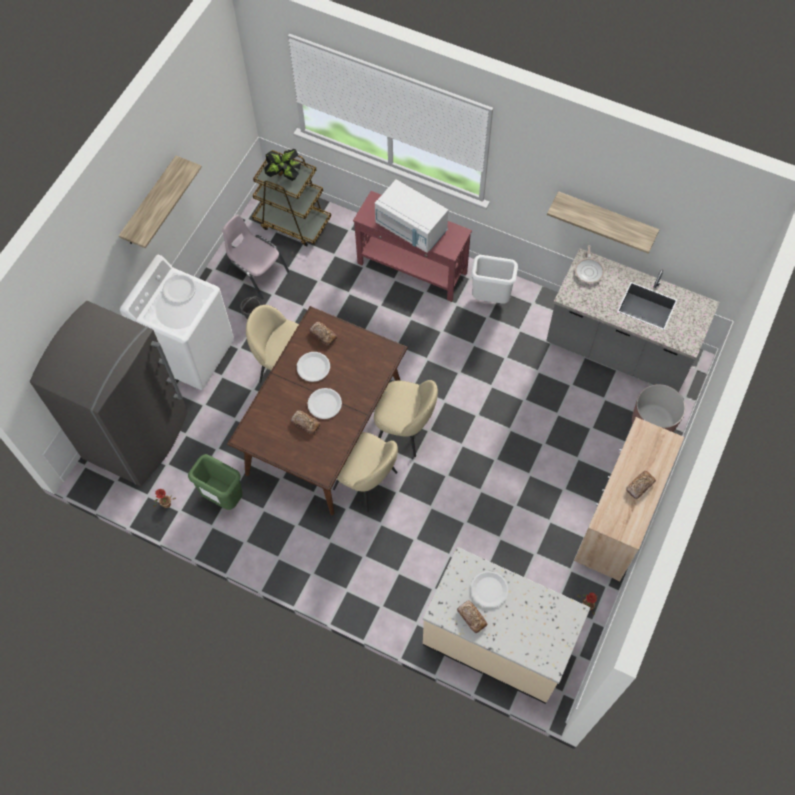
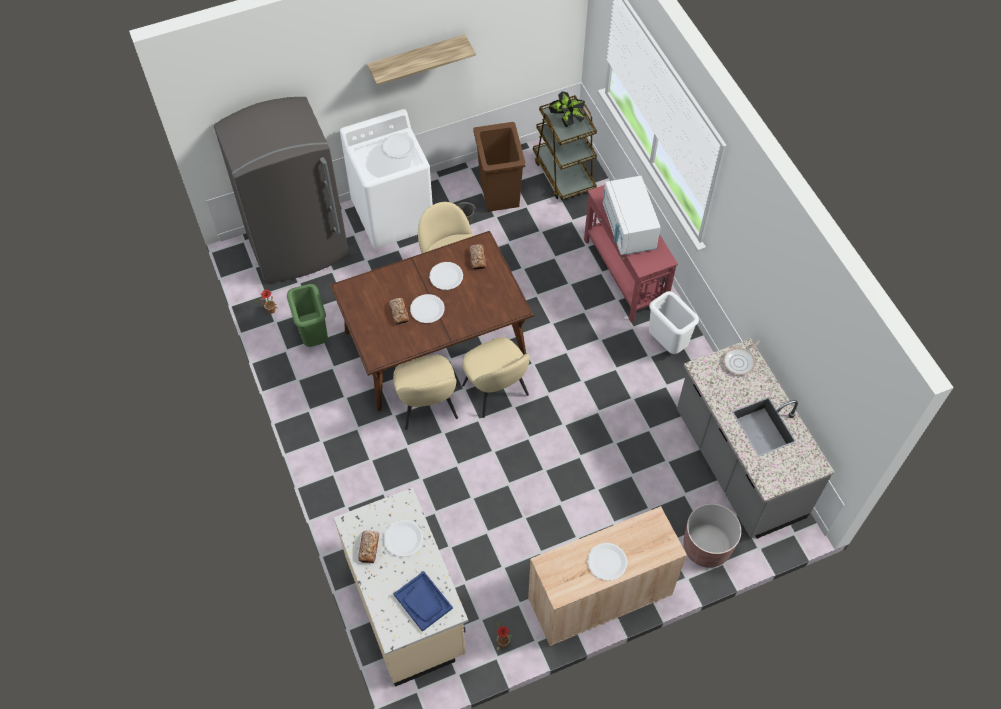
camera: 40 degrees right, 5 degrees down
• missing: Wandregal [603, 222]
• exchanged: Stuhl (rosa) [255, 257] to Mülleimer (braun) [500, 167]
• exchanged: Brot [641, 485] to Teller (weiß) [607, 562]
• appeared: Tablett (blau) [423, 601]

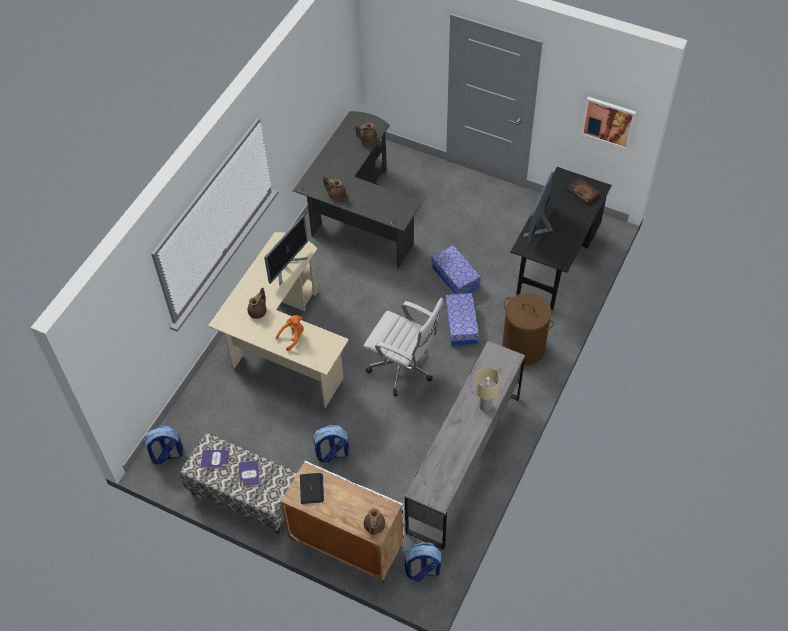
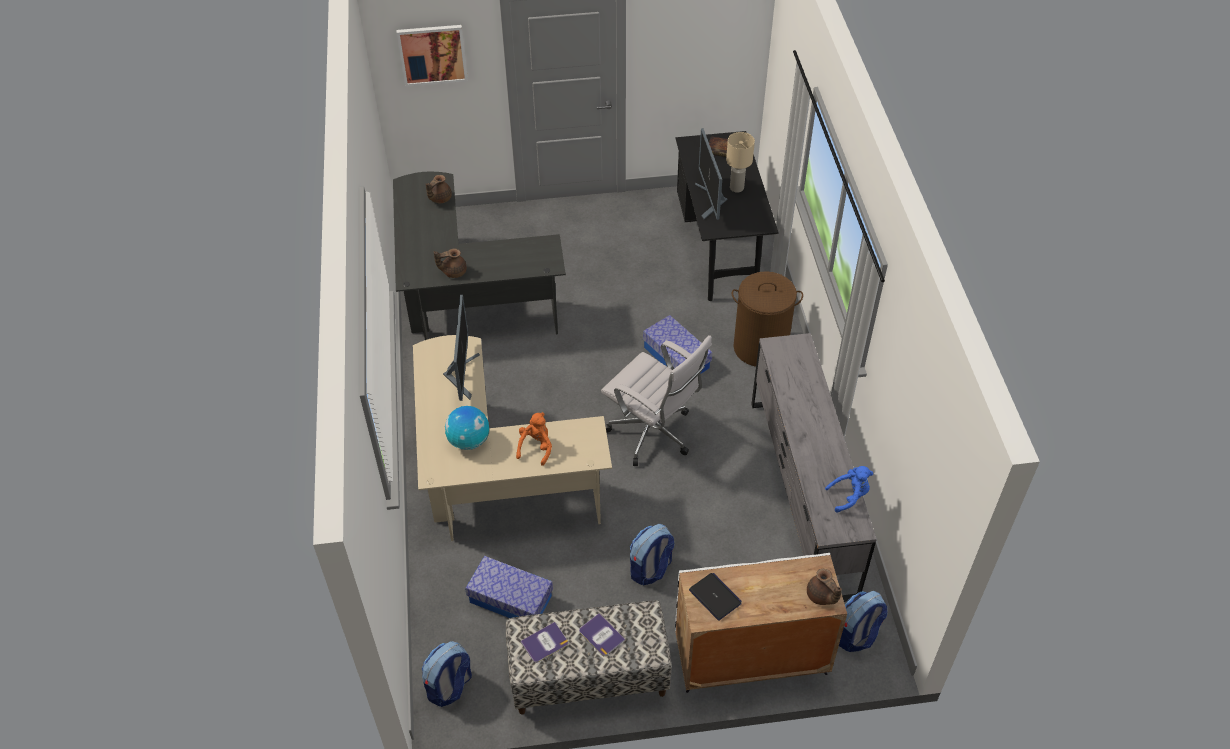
camera: 35 degrees left, 5 degrees down
• relocated: Bild [608, 123] to [432, 56]
• relocated: Aufbewahrungsbox [456, 269] to [509, 587]
• exchanged: Teekanne (braun) [257, 303] to Globus [467, 428]
• spun: Bürostuhl (weiß) [403, 347] = [656, 400] 45 degrees clockwise
• relocated: Tischlampe (beige) [487, 389] to [740, 162]
• appeared: Plüschtier (blau) [849, 489]

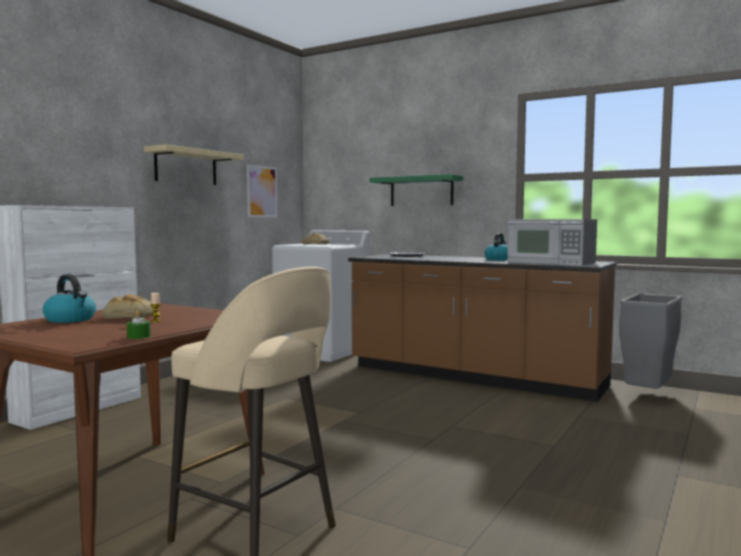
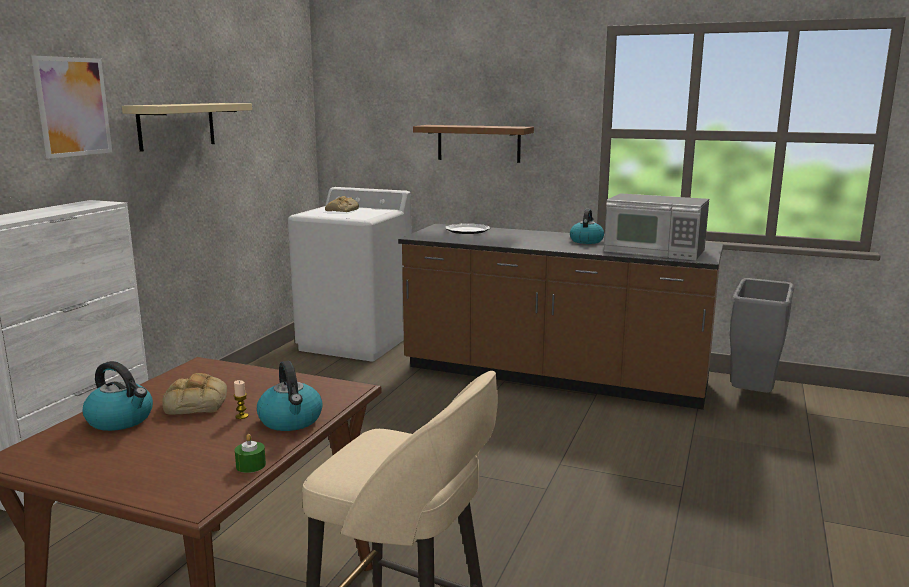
camera: 10 degrees left, 10 degrees up
• relocated: Bild [262, 190] to [72, 107]
• colour: Wandregal (grün) [416, 190] to Wandregal (braun) [473, 144]
• appeared: Wasserkessel [290, 396]

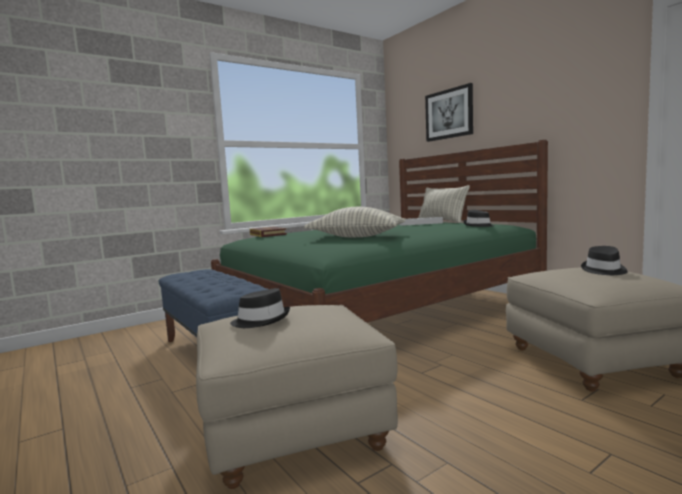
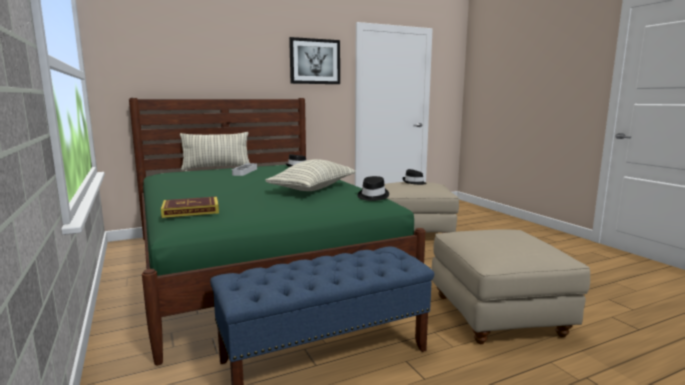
camera: 80 degrees left, 5 degrees up
• relocated: Bild [449, 112] to [314, 60]
• relocated: Hut (schwarz) [260, 308] to [373, 188]

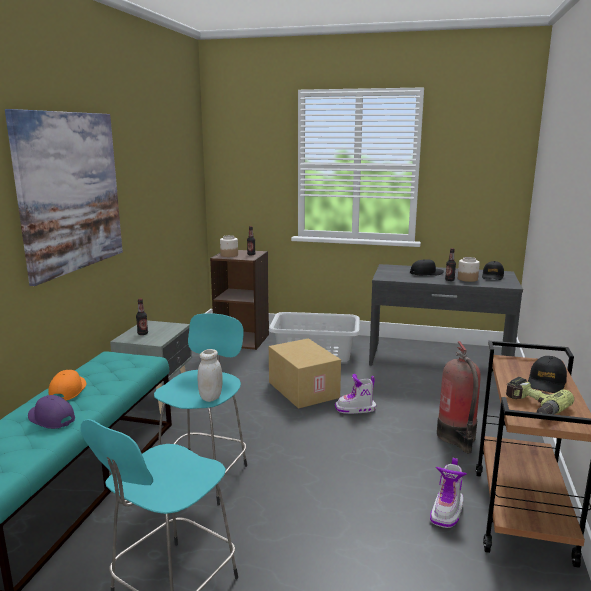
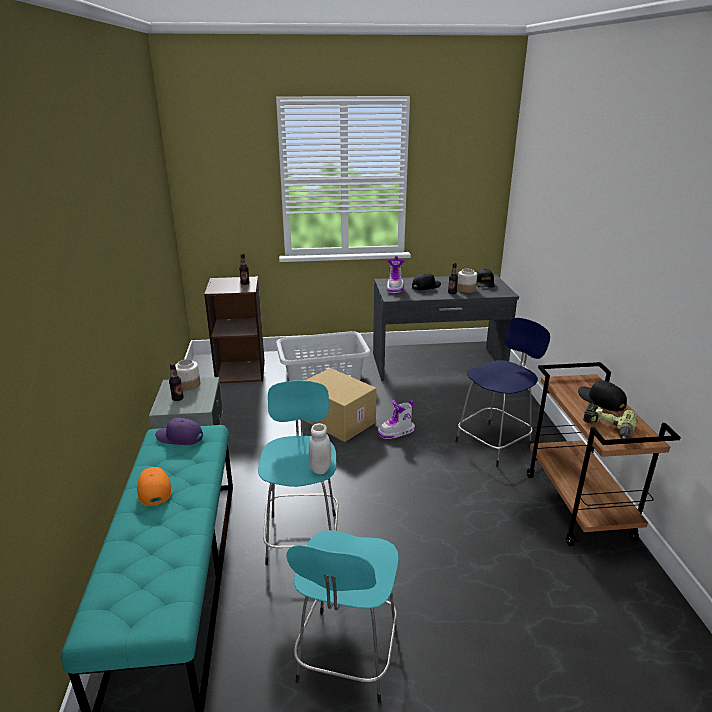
camera: 20 degrees left, 10 degrees up
• missing: Bild [64, 197]
• relocated: Vorratsglas [229, 246] to [187, 375]
• exchanged: Feuerlöscher [459, 397] to Hocker (blau) [502, 392]
• spun: Kappe (schwarz) [547, 374] = [602, 395] 135 degrees clockwise
• relocated: Kappe (lila) [51, 412] to [179, 431]
• relocated: Stiefel [448, 493] to [396, 274]

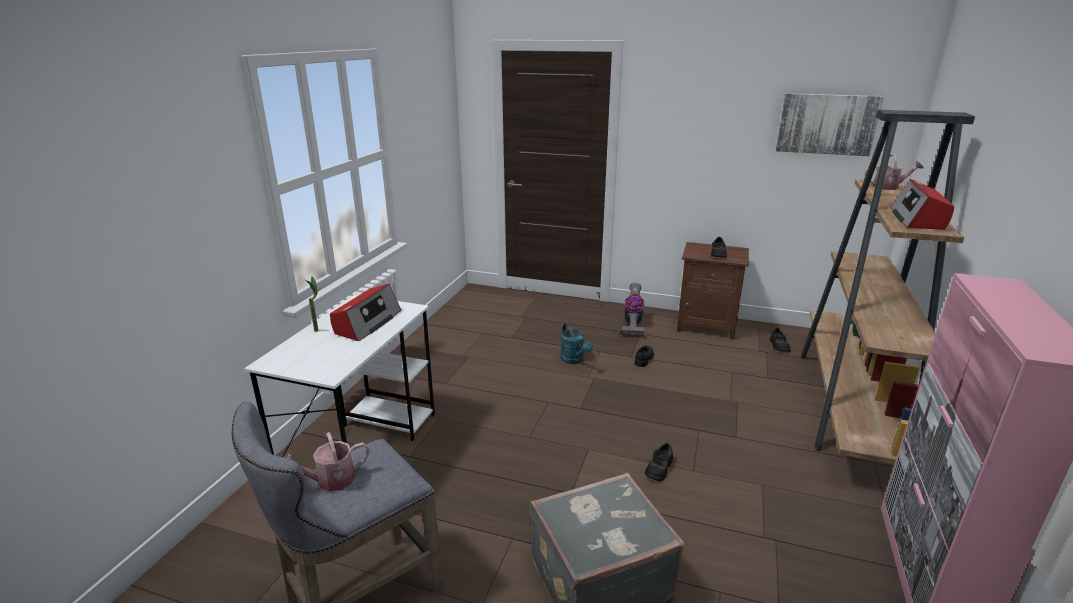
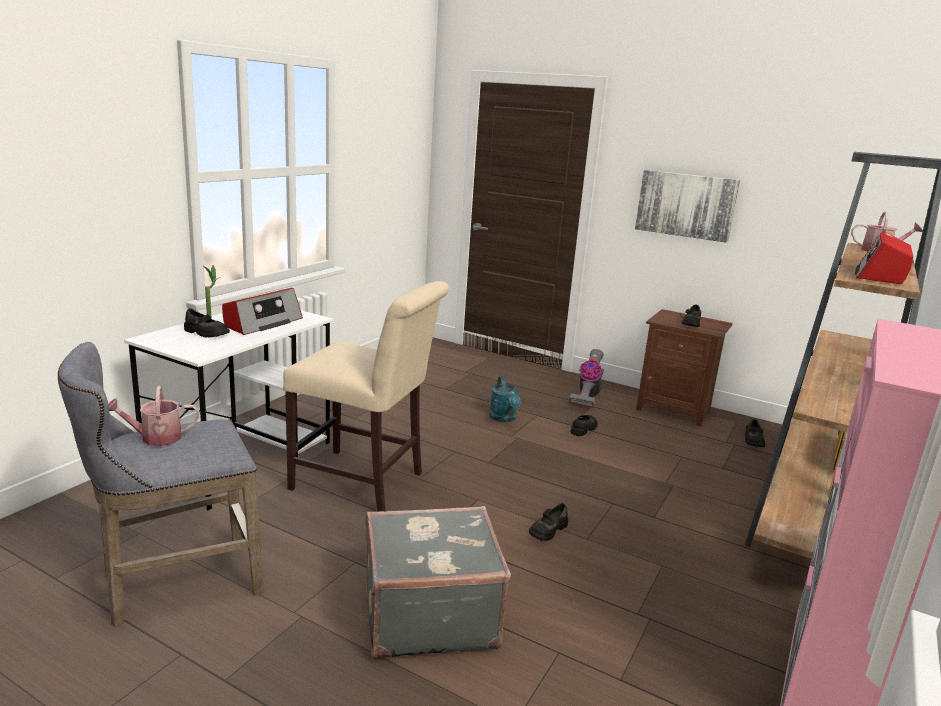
camera: 10 degrees right, 5 degrees down
• relocated: Bild [829, 124] to [687, 206]
• appeared: Stuhl (beige) [366, 396]
• appeared: Schuh (schwarz) [207, 323]

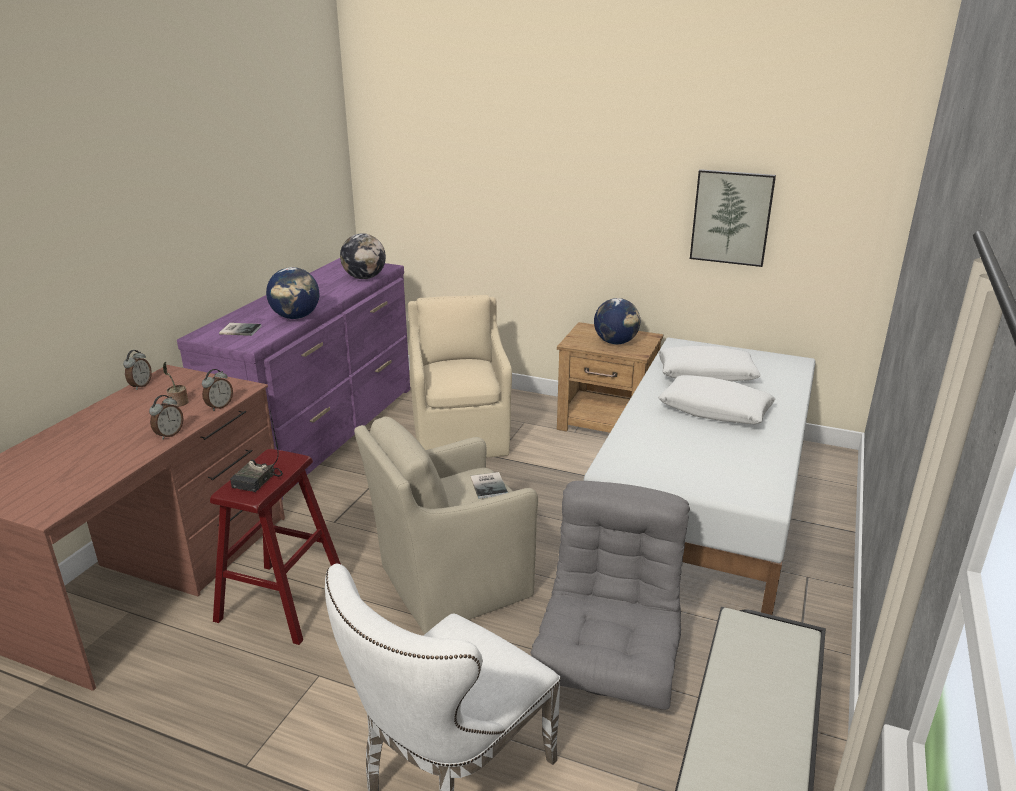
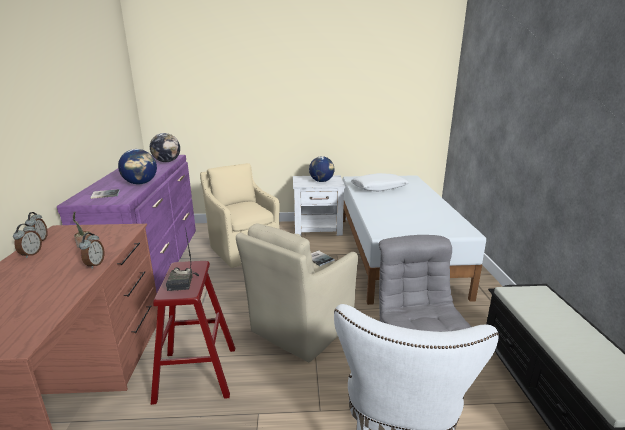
camera: 25 degrees left, 5 degrees down
• missing: Bild [733, 218]
• colour: Nachttisch (braun) [610, 377] to Nachttisch (weiß) [319, 205]
• relocated: Wecker [217, 390] to [27, 241]
• missing: Kissen (weiß) [717, 399]

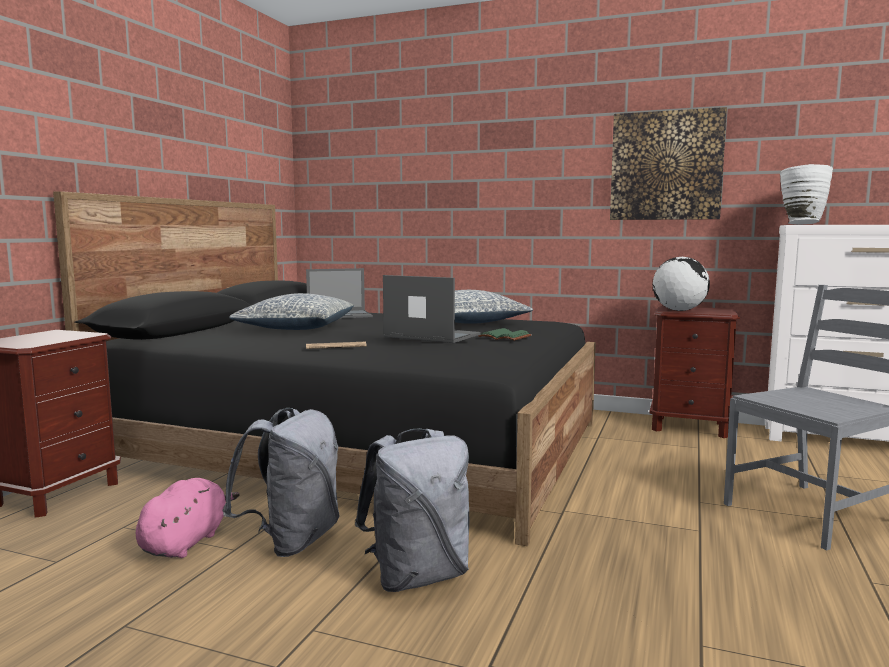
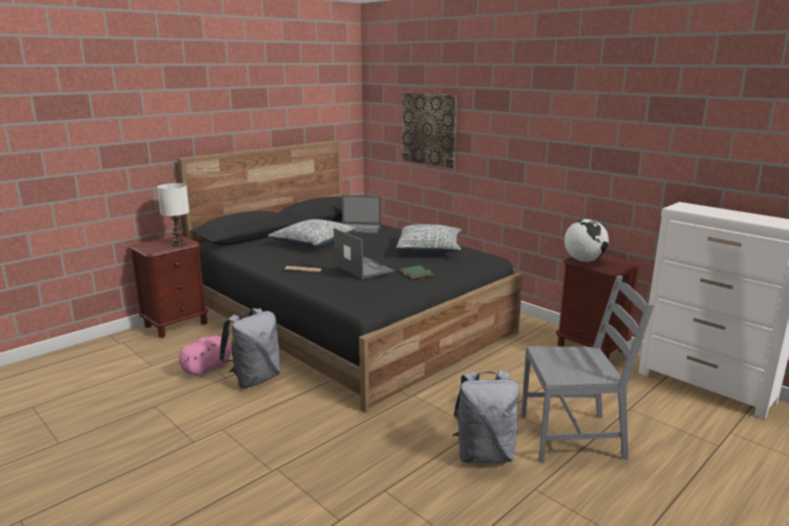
camera: 25 degrees right, 10 degrees up
• relocated: Bild [668, 163] to [429, 130]
• missing: Vase (weiß) [806, 194]
• relocated: Rucksack (grau) [412, 510] to [486, 416]
• appeared: Tischlampe (weiß) [173, 214]

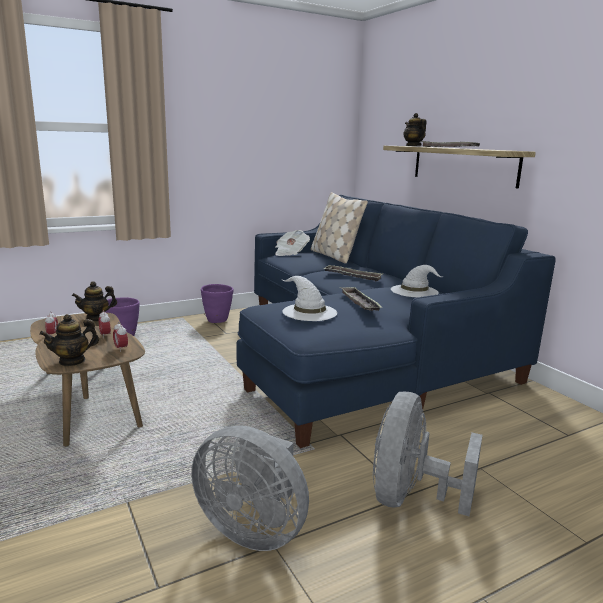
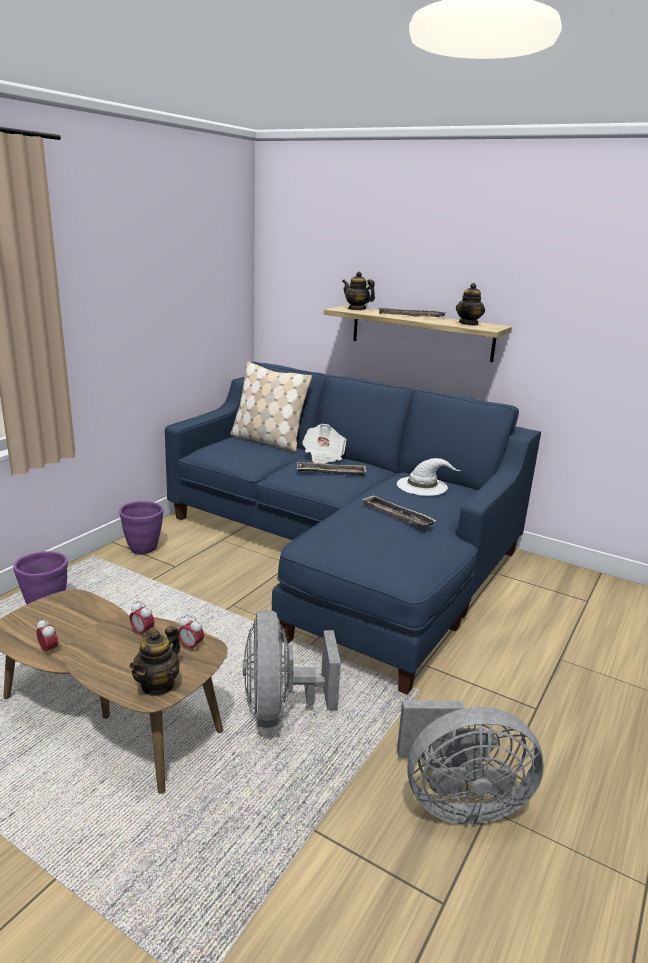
camera: 30 degrees left, 5 degrees up
• relocated: Zeitung [292, 243] to [324, 444]
• missing: Hut (weiß) [309, 298]
• relocated: Teekanne [94, 301] to [470, 304]
• relocated: Ventilator (grau) [428, 454] to [292, 669]

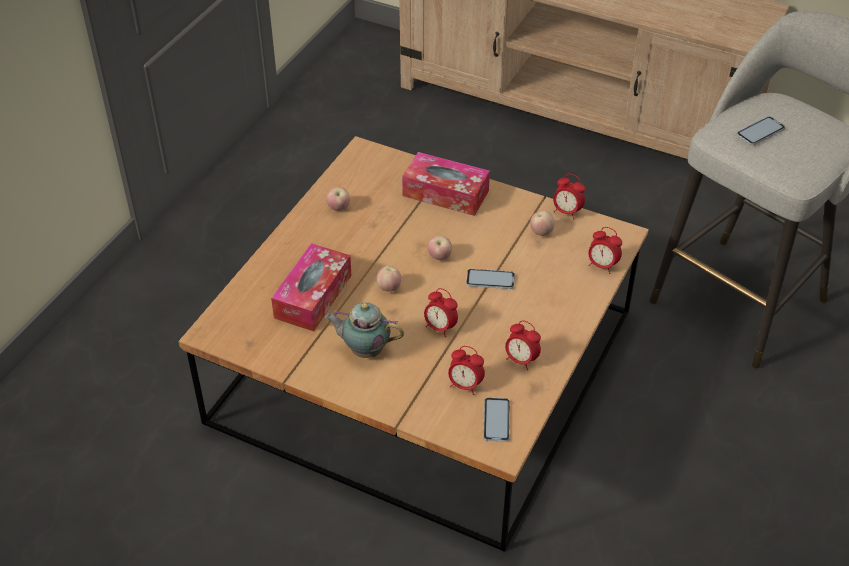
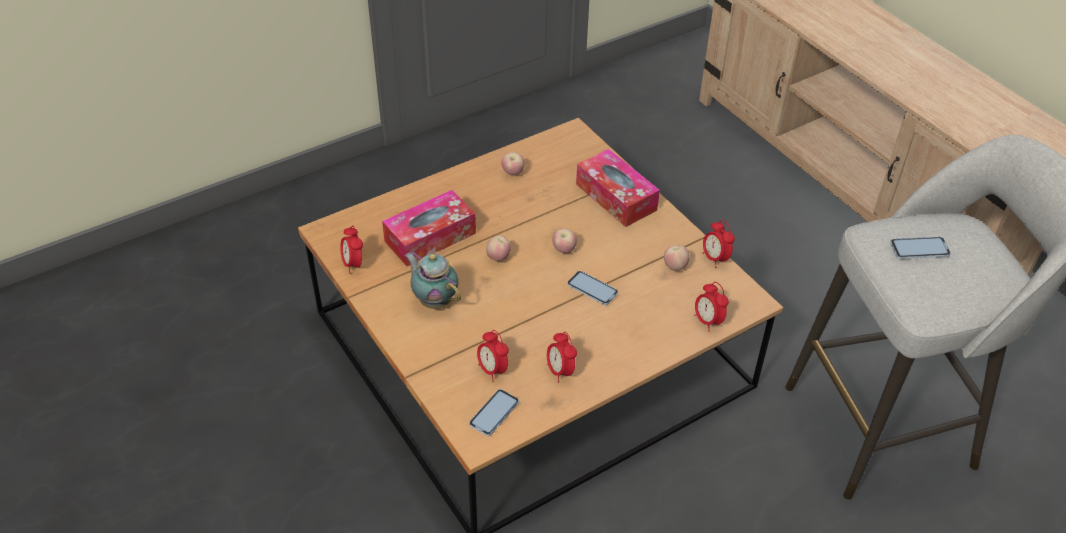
camera: 30 degrees right, 0 degrees up
• relocated: Wecker [441, 312] to [351, 249]

